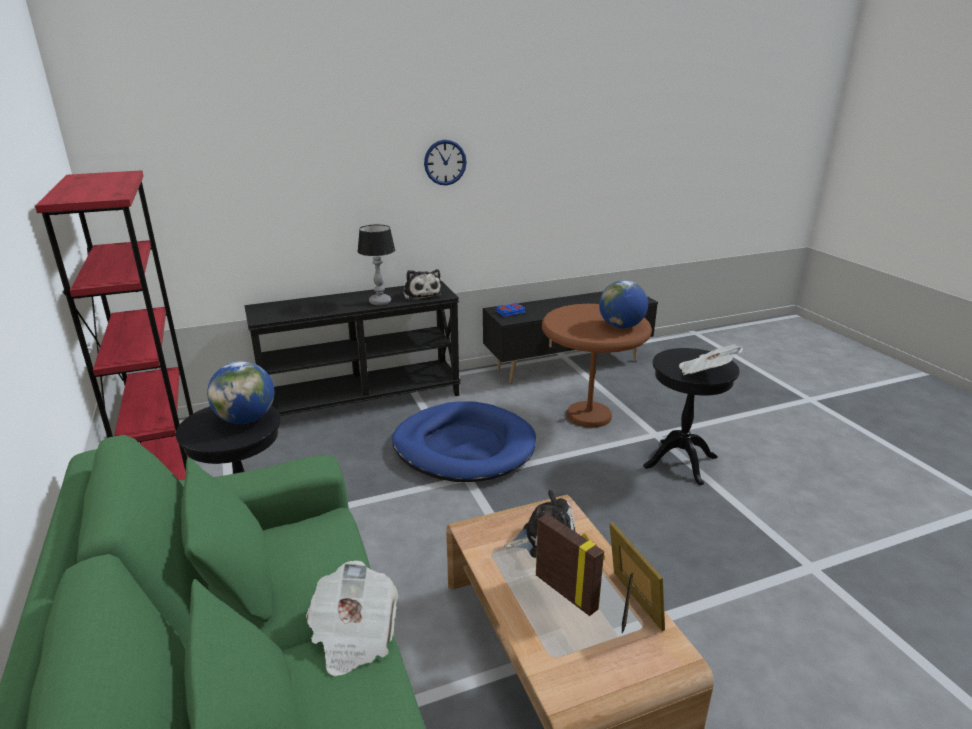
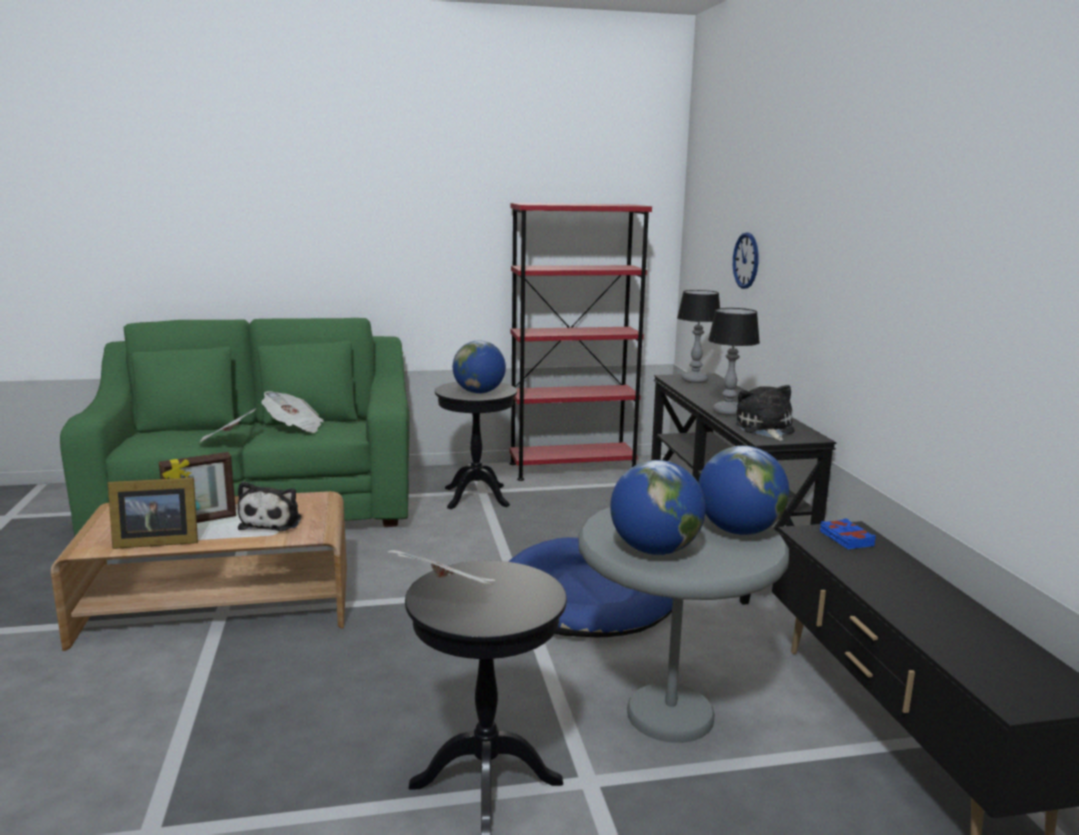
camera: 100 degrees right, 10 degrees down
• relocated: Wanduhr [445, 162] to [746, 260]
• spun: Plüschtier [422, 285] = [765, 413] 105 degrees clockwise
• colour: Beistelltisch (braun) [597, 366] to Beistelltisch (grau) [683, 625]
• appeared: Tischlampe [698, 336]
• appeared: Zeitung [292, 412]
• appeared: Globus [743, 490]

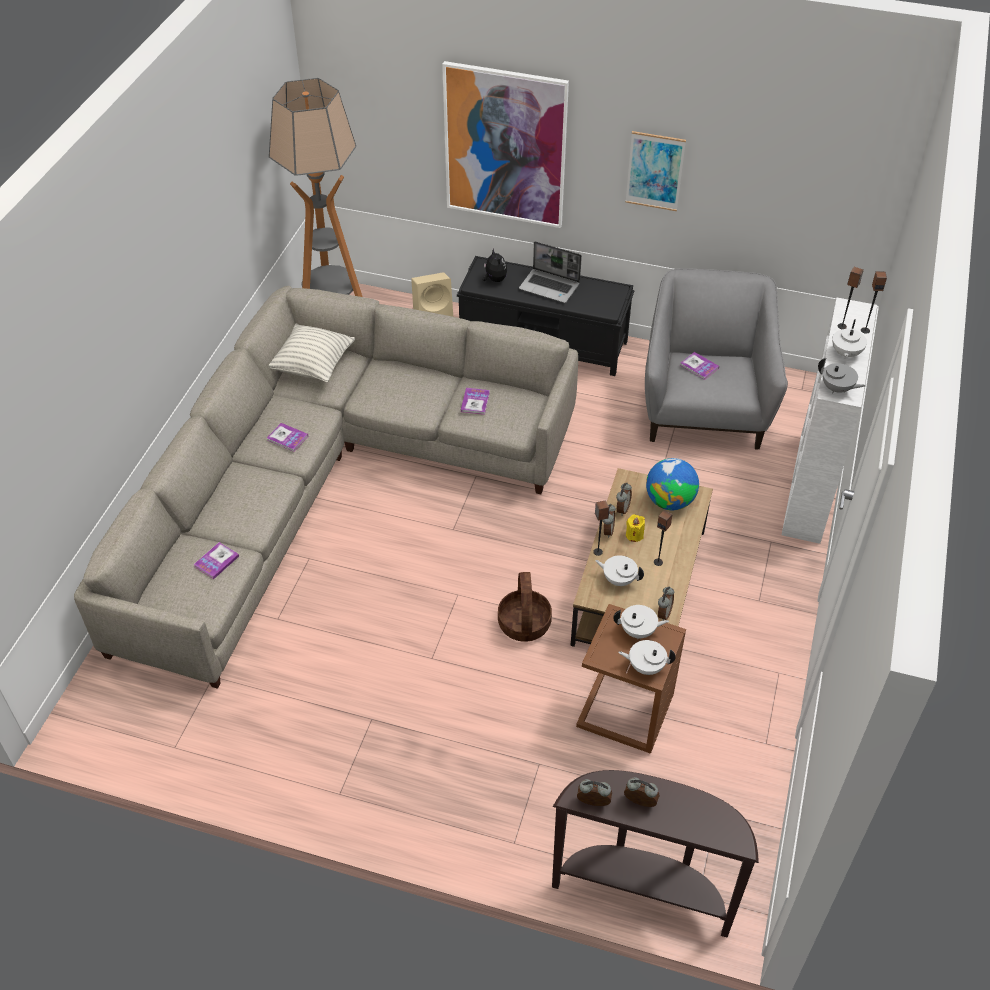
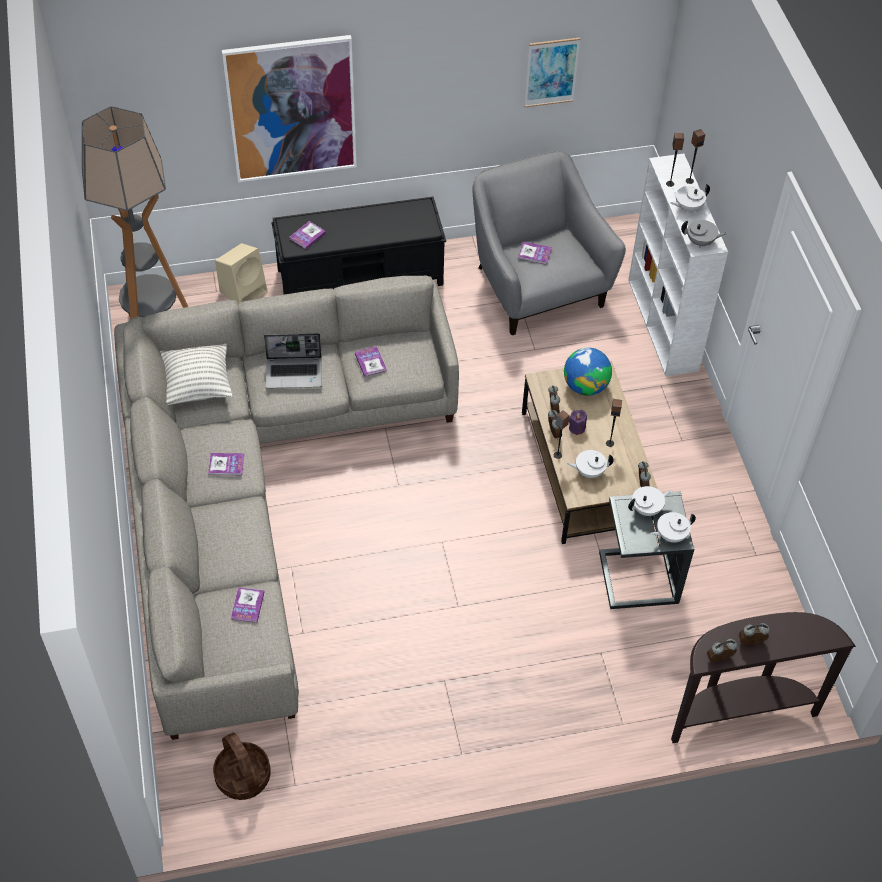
camera: 30 degrees left, 5 degrees up
• relocated: Bild [655, 171] to [552, 72]
• relocated: Laptop [550, 272] to [293, 361]
• exchanged: Plüschtier [494, 265] to Buch [308, 235]
• spun: Teekanne (weiß) [849, 338] = [690, 198] 75 degrees clockwise
• colour: Kerze (gelb) [635, 528] to Kerze (lila) [578, 422]
• relocated: Korb [525, 607] to [242, 766]
• colour: Beistelltisch (braun) [631, 678] to Beistelltisch (grau) [646, 550]

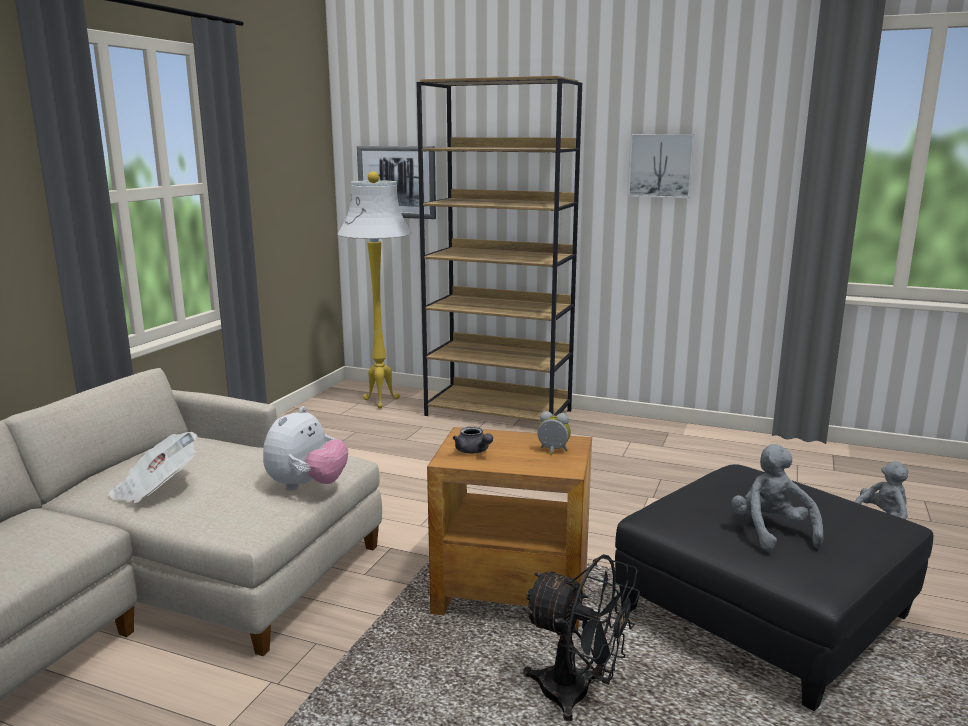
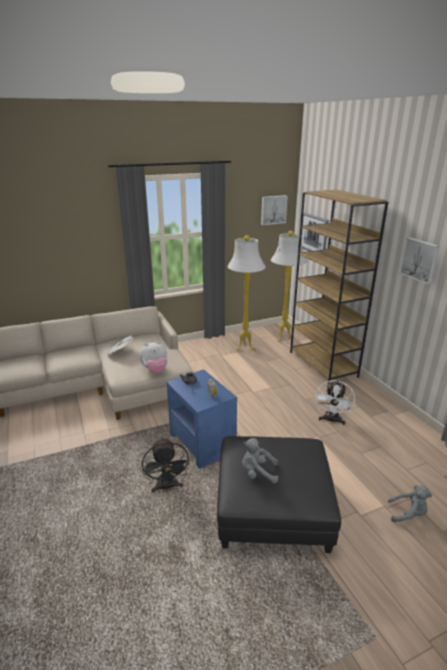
camera: 45 degrees right, 10 degrees up
• colour: Beistelltisch (braun) [509, 529] to Beistelltisch (blau) [202, 419]
• spun: Plüschtier (grau) [777, 497] = [260, 460] 120 degrees counterclockwise
• appeared: Bild [274, 210]
• appeared: Stehlampe (weiß) [247, 293]
• appeared: Ventilator (weiß) [335, 402]

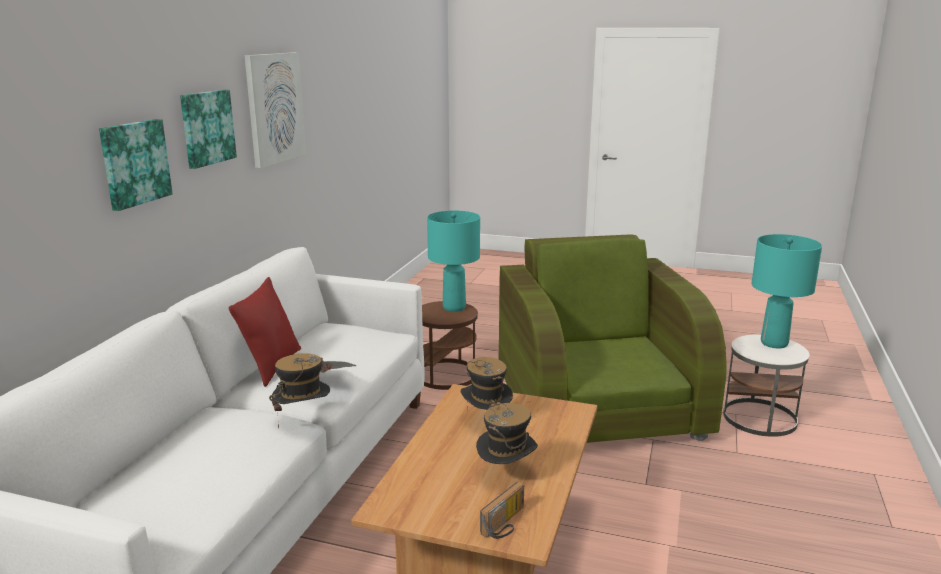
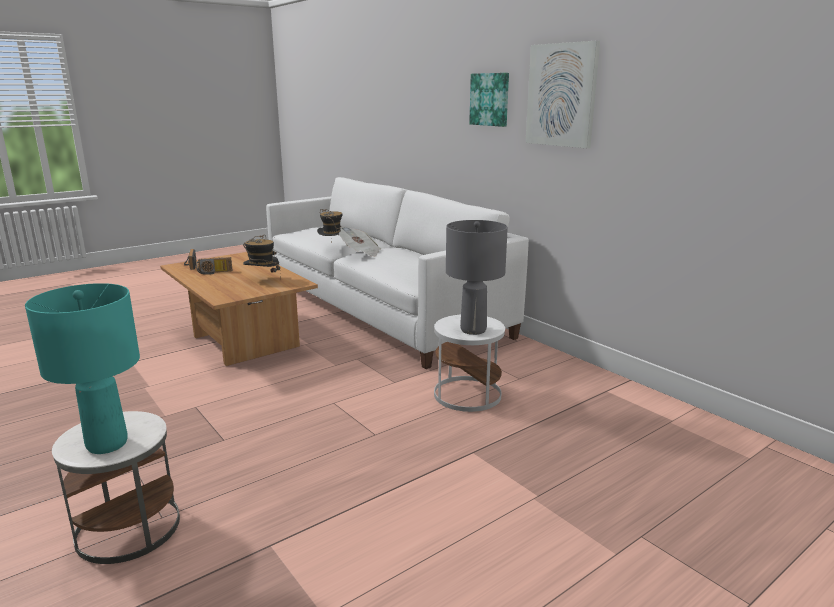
camera: 125 degrees right, 0 degrees up
• missing: Bild [136, 165]
• colour: Tischlampe (türkis) [453, 261] to Tischlampe (grau) [477, 277]
• missing: Sessel (grün) [612, 338]
• missing: Kissen (rot) [264, 332]
• colour: Beistelltisch (braun) [450, 345] to Beistelltisch (weiß) [469, 363]
• exchanged: Hut [507, 431] to Radio [214, 266]

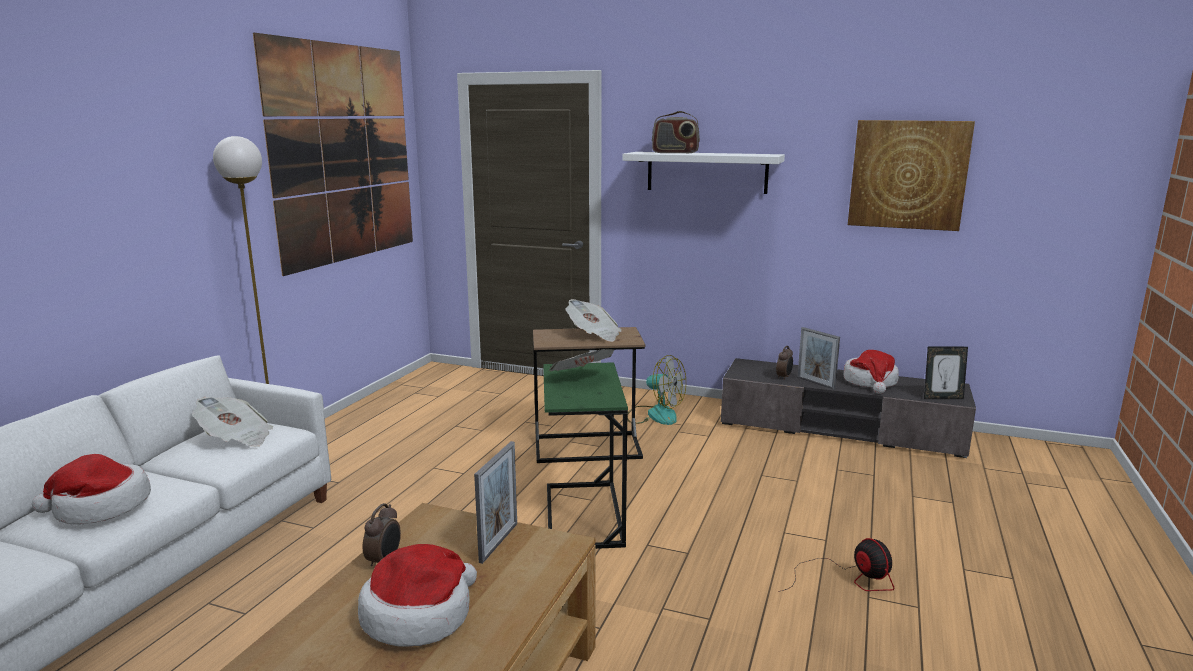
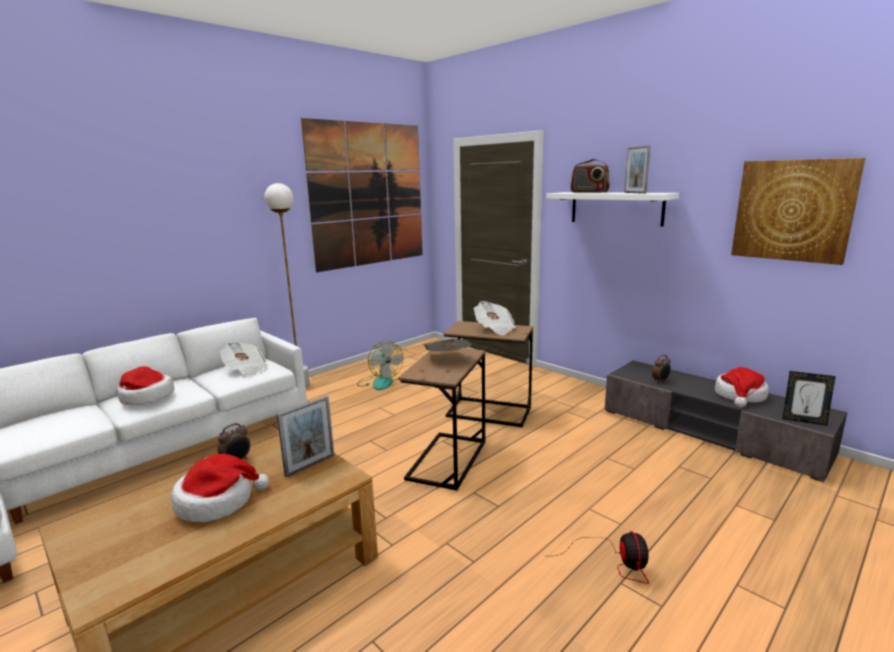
camera: 25 degrees right, 0 degrees up
• relocated: Bilderrahmen [818, 358] to [637, 169]
• relocated: Ventilator [656, 390] to [380, 365]
• colour: Beistelltisch (grün) [585, 455] to Beistelltisch (braun) [441, 419]

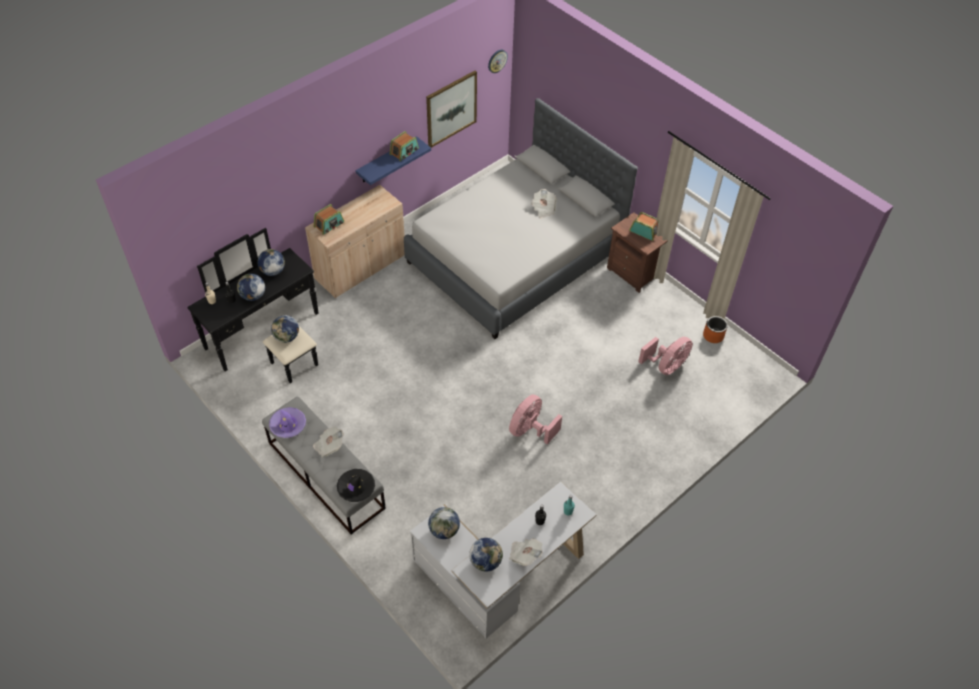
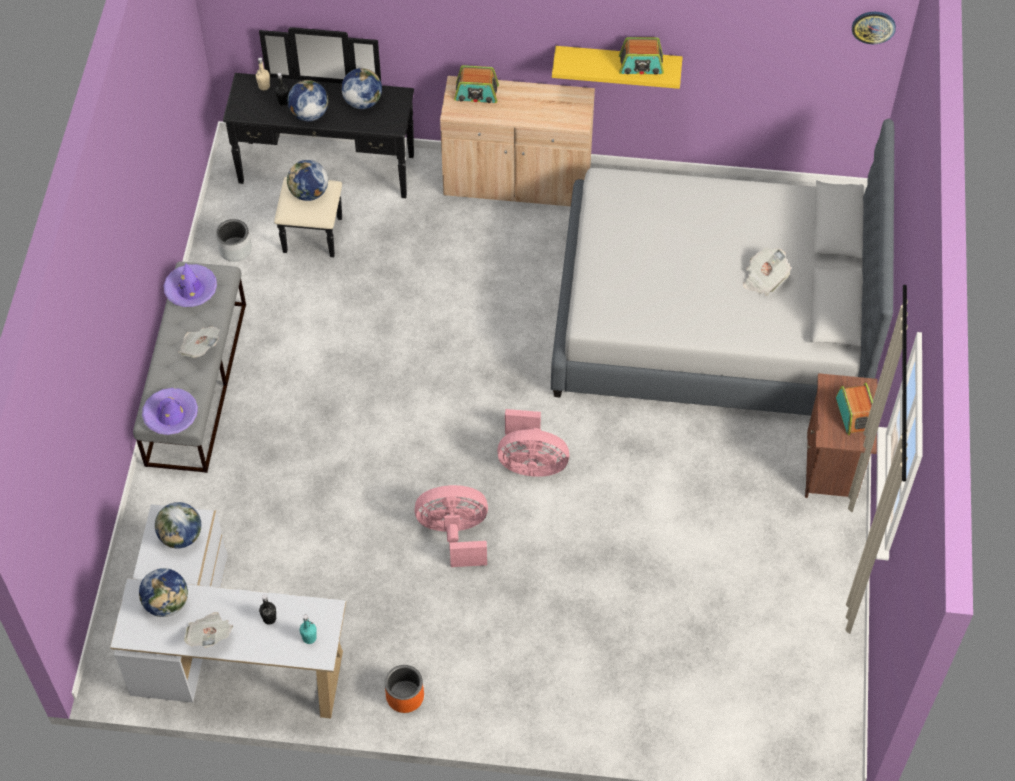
camera: 50 degrees right, 5 degrees up
• missing: Bild [451, 109]
• colour: Wandregal (blau) [393, 160] to Wandregal (gelb) [617, 67]
• relocated: Pflanzkübel (orange) [715, 329] to [404, 689]
• relocated: Ventilator (rosa) [665, 356] to [533, 443]
• colour: Hut (schwarz) [356, 485] to Hut (lila) [170, 411]
• appeared: Pflanzkübel (grau) [234, 240]

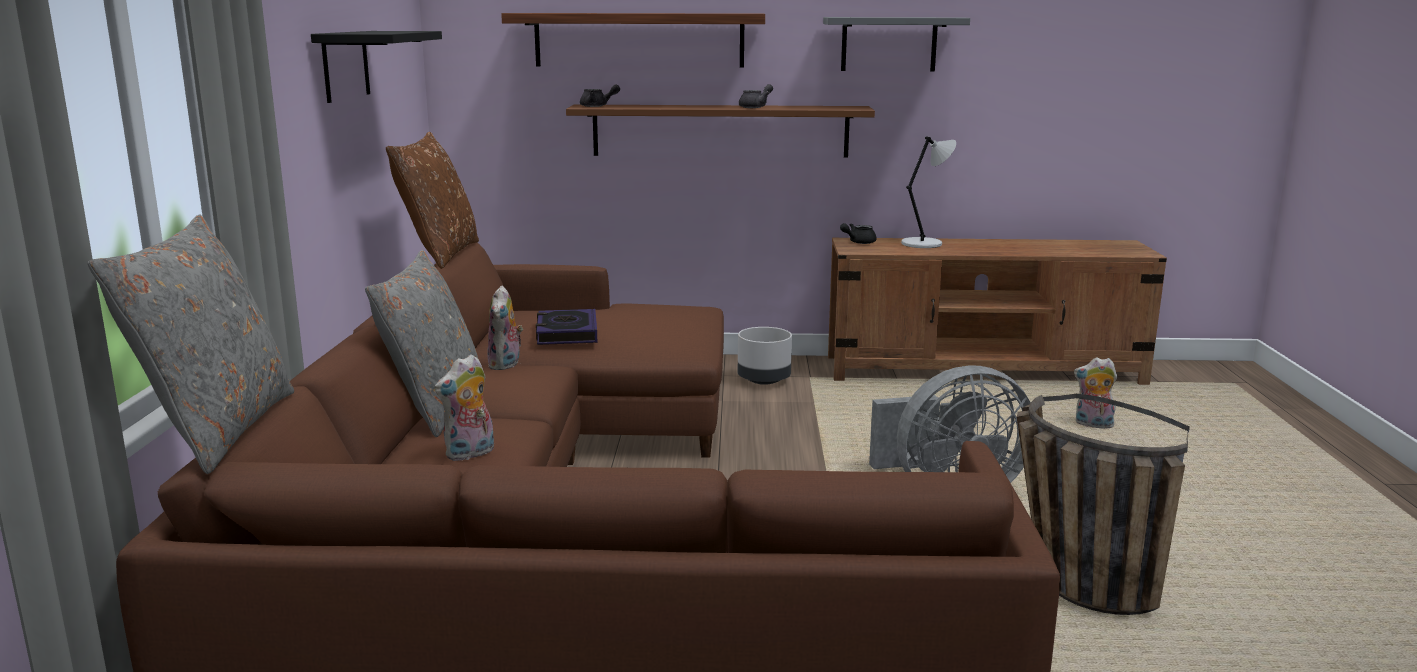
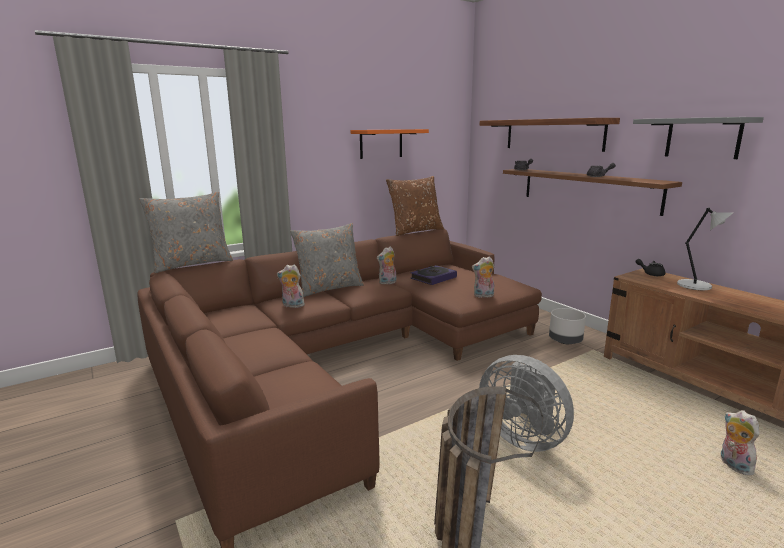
camera: 55 degrees right, 0 degrees up
• colour: Wandregal (schwarz) [376, 67] to Wandregal (orange) [389, 144]
• appeared: Plüschtier [483, 277]

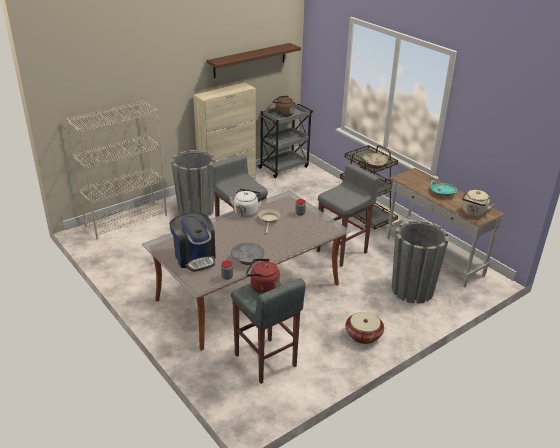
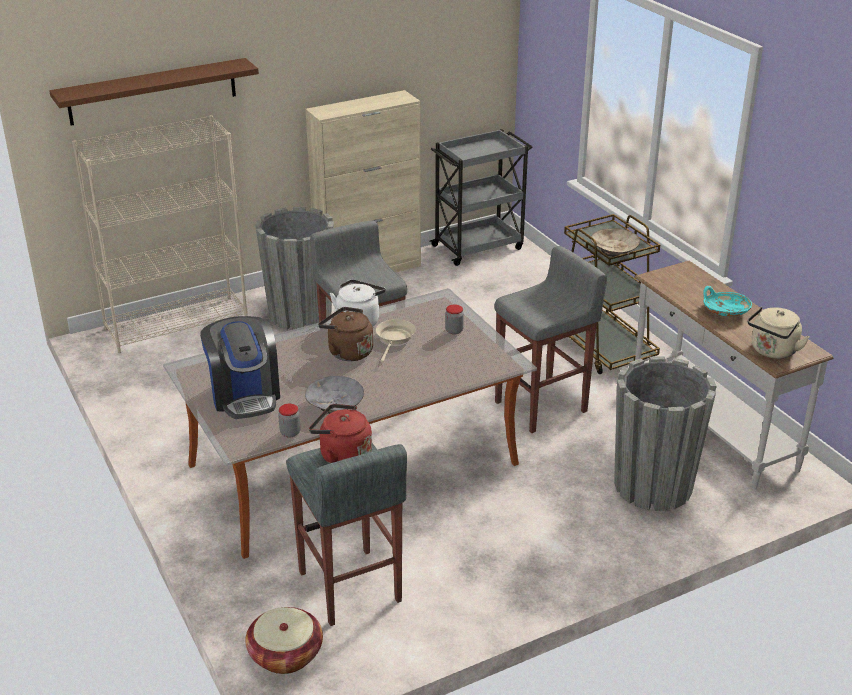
camera: 10 degrees right, 0 degrees up
• relocated: Wandregal (braun) [254, 60] to [154, 92]
• relocated: Wasserkessel (braun) [283, 106] to [345, 334]
• relocated: Korb [364, 328] to [284, 640]

